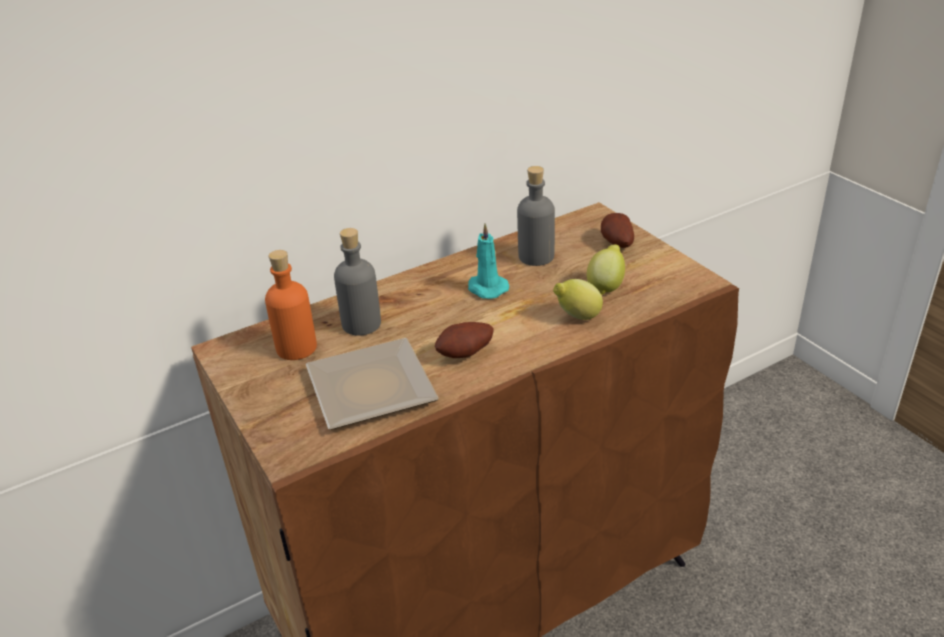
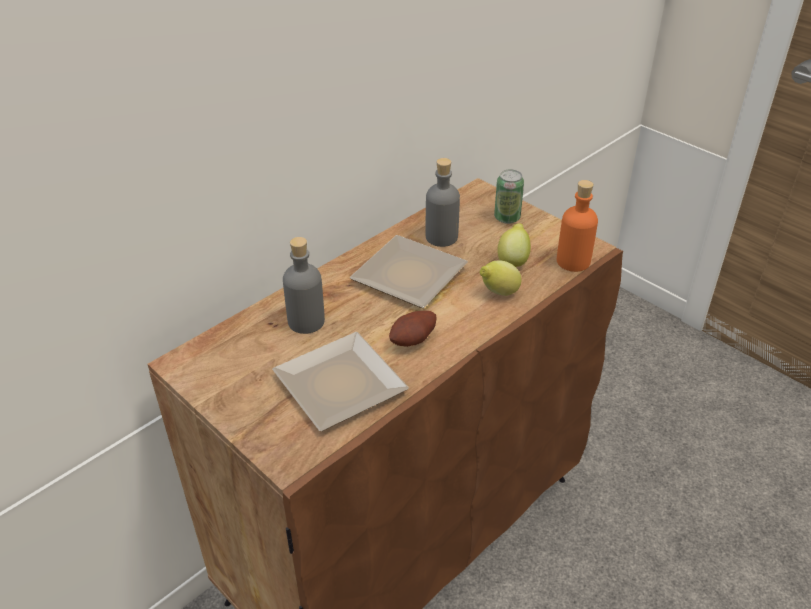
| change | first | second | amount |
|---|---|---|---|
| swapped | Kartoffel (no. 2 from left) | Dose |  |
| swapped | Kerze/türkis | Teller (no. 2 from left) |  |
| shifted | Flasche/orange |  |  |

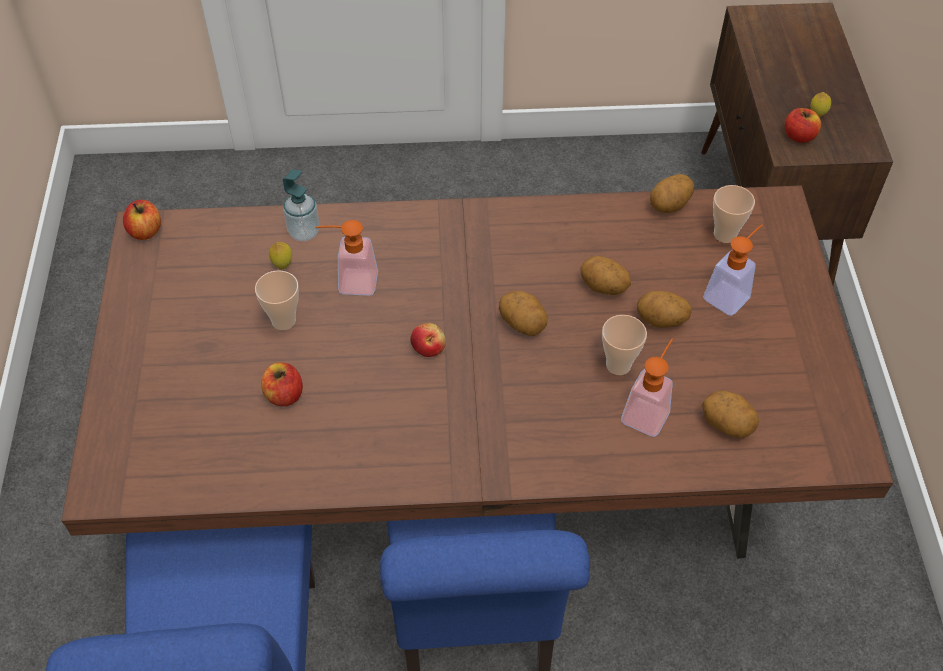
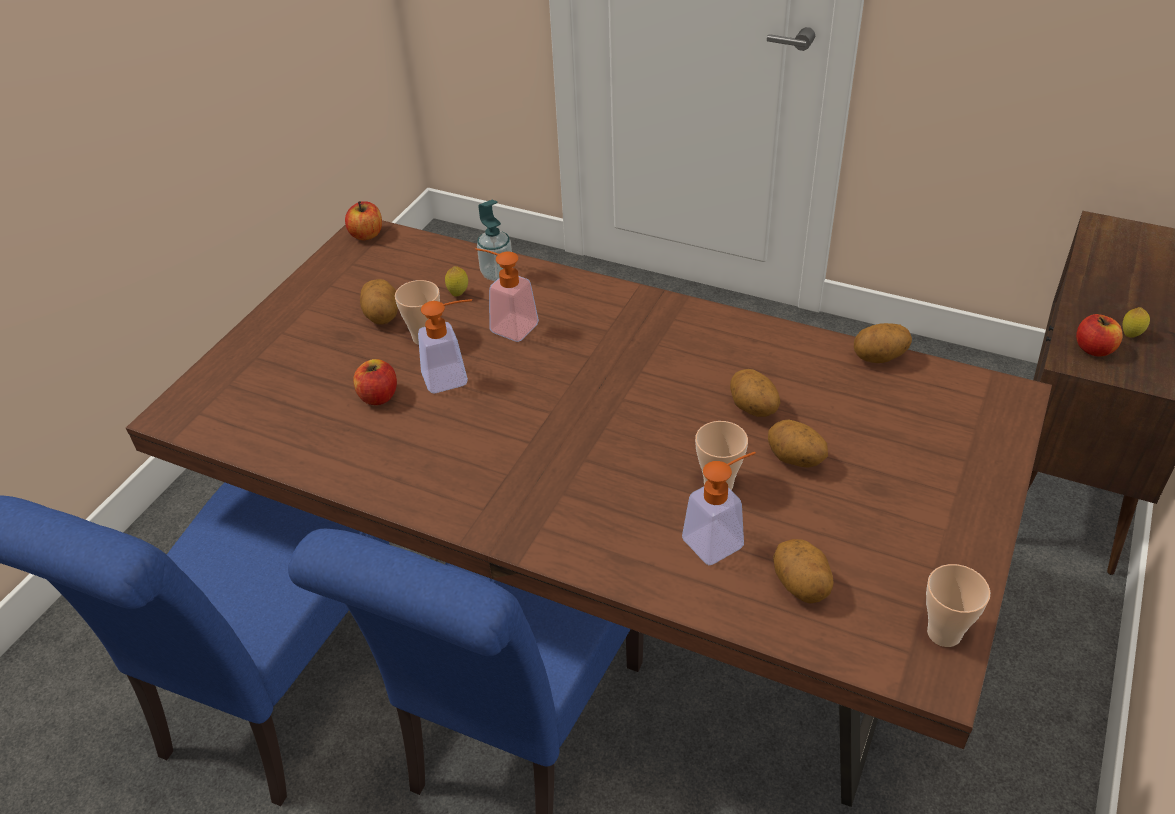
| change | first | second | amount |
|---|---|---|---|
| shifted | Tasse (no. 3 from left) |  |  |
| shifted | Seifenspender (no. 4 from left in the first image) | Seifenspender (no. 1 from left) |  |
| shifted | Kartoffel (no. 1 from left) |  |  |
| gone | Apfel (no. 3 from left) |  |  |

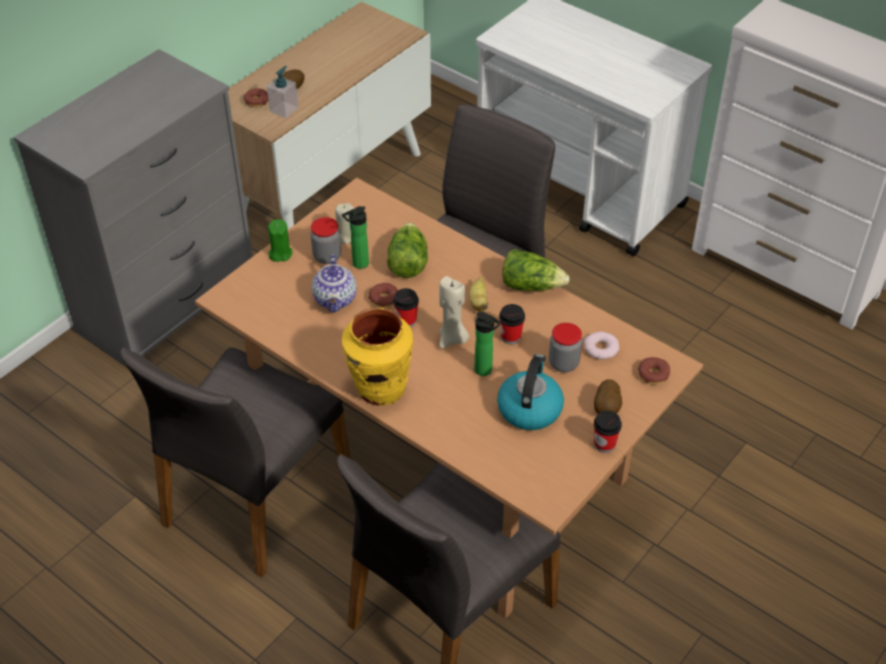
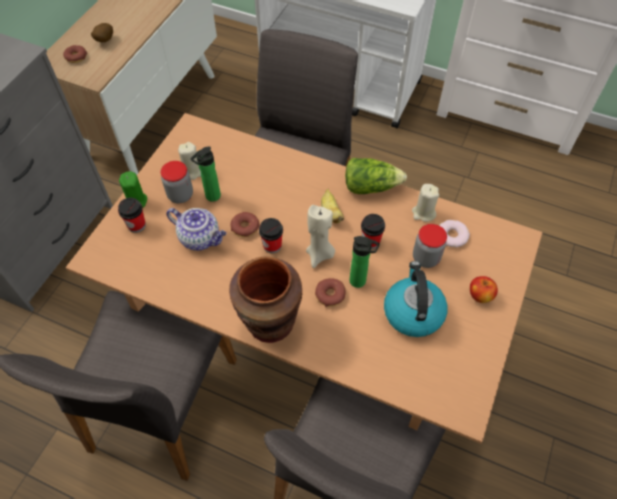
| change | first | second | amount |
|---|---|---|---|
| gone | Seifenspender |  |  |
| gone | Salatkopf (no. 1 from left) |  |  |
| rotated | Teekanne |  | 45 degrees counterclockwise |
| repainted | Vase/gelb | Vase/braun |  |
| shifted | Donut (no. 4 from left in the first image) | Donut (no. 3 from left) |  |
| swapped | Kartoffel (no. 2 from left) | Apfel |  |
| shifted | Tasse (no. 3 from left in the first image) | Tasse (no. 1 from left) |  |
| new |  | Kerze/beige (no. 3 from left) |  |

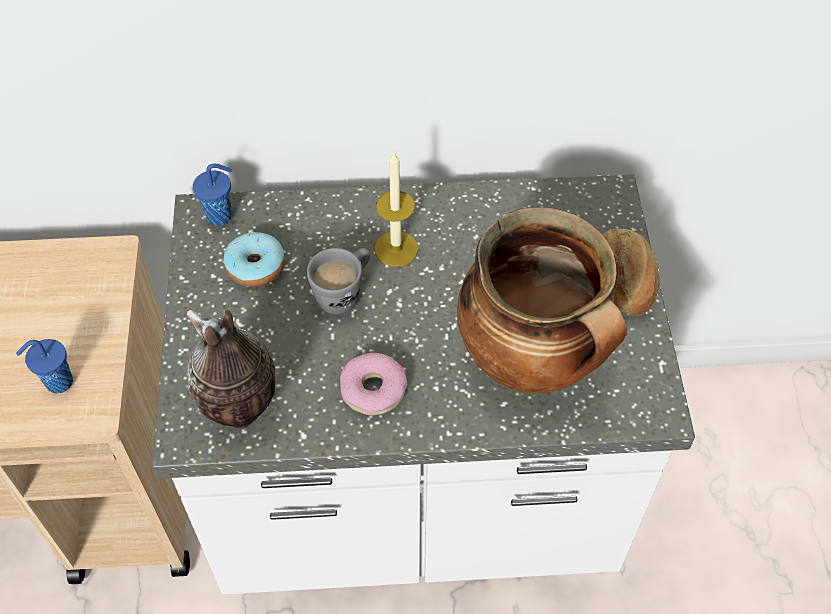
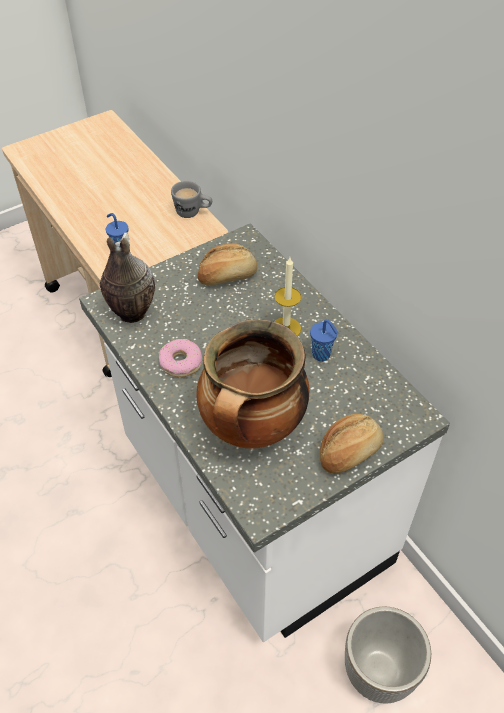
| change | first | second | amount |
|---|---|---|---|
| shifted | Tasse/blau (no. 2 from left) |  |  |
| swapped | Donut (no. 1 from left) | Brot (no. 1 from left) |  |
| shifted | Henkelbecher/grau |  |  |
| new |  | Pflanzkübel |  |

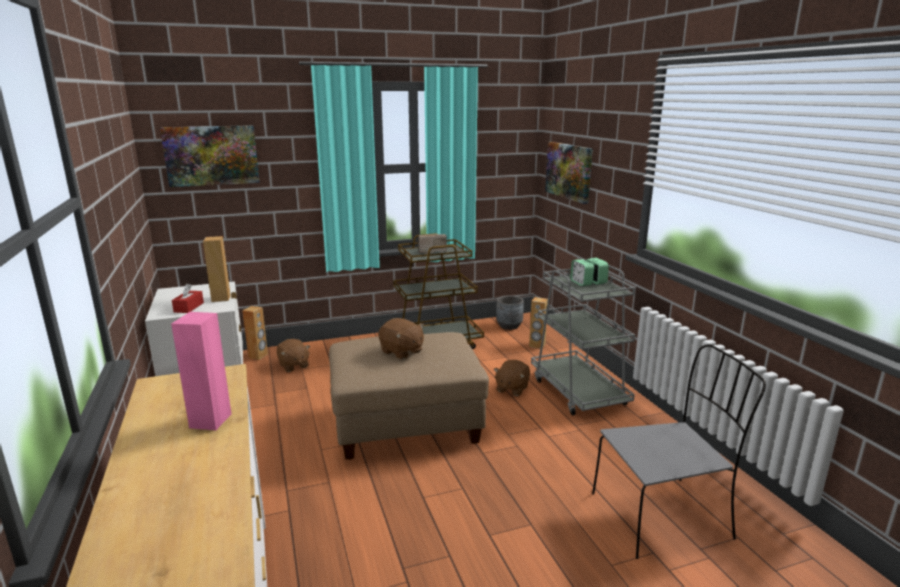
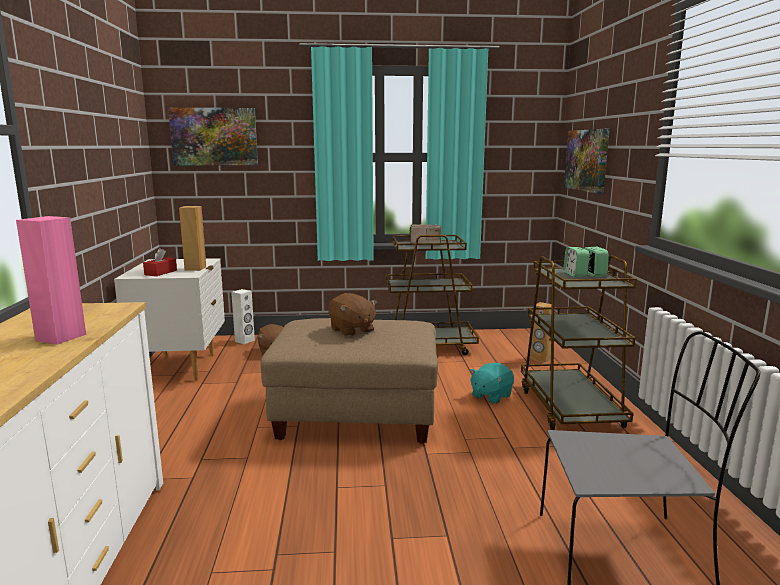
| change | first | second | amount |
|---|---|---|---|
| repainted | Rollwagen/grau | Rollwagen/braun (no. 2 from left) |  |
| gone | Pflanzkübel/grau |  |  |
| repainted | Lautsprecher/braun (no. 2 from left) | Lautsprecher/weiß |  |
| repainted | Plüschtier/braun (no. 3 from left) | Plüschtier/türkis |  |

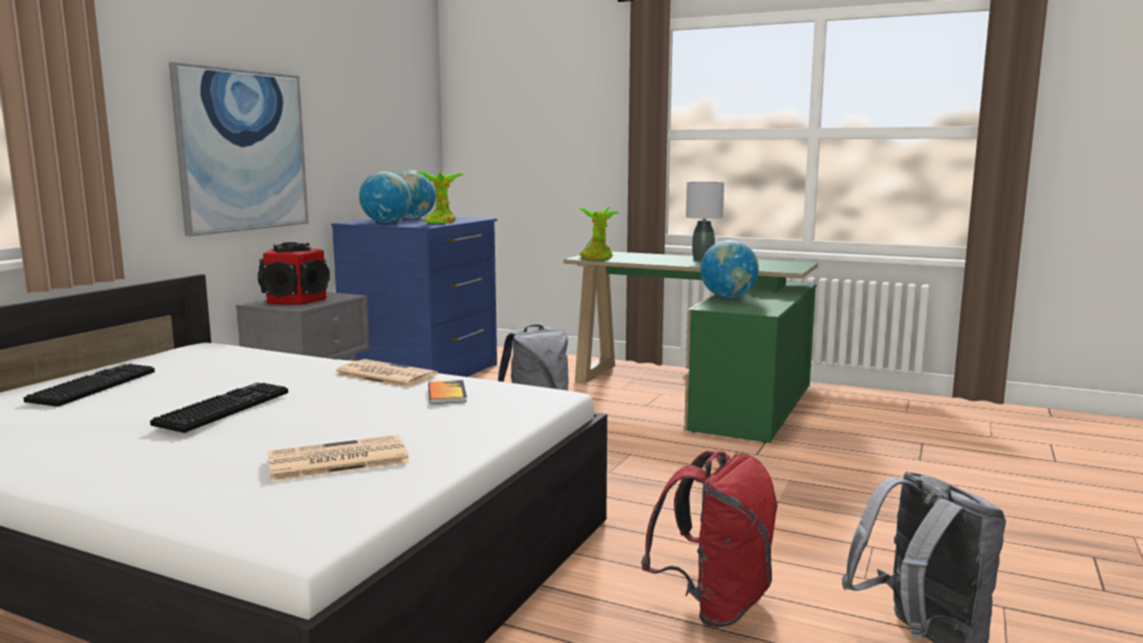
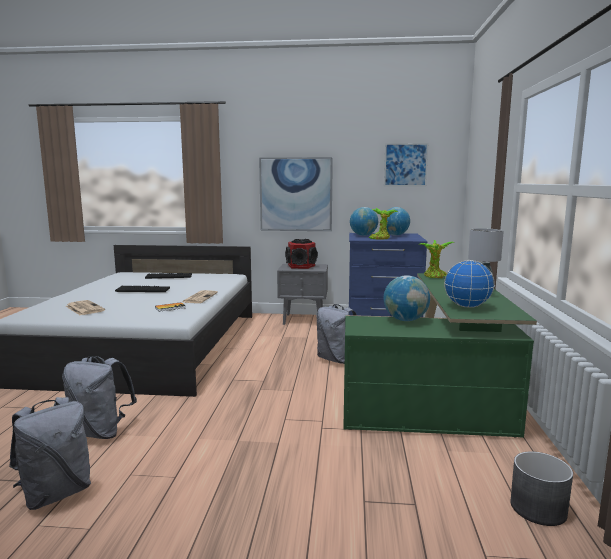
| change | first | second | amount |
|---|---|---|---|
| repainted | Rucksack/rot | Rucksack/grau (no. 2 from left) |  |
| new |  | Bild (no. 2 from left) |  |
| new |  | Globus (no. 4 from left) |  |
| new |  | Pflanzkübel/grau |  |

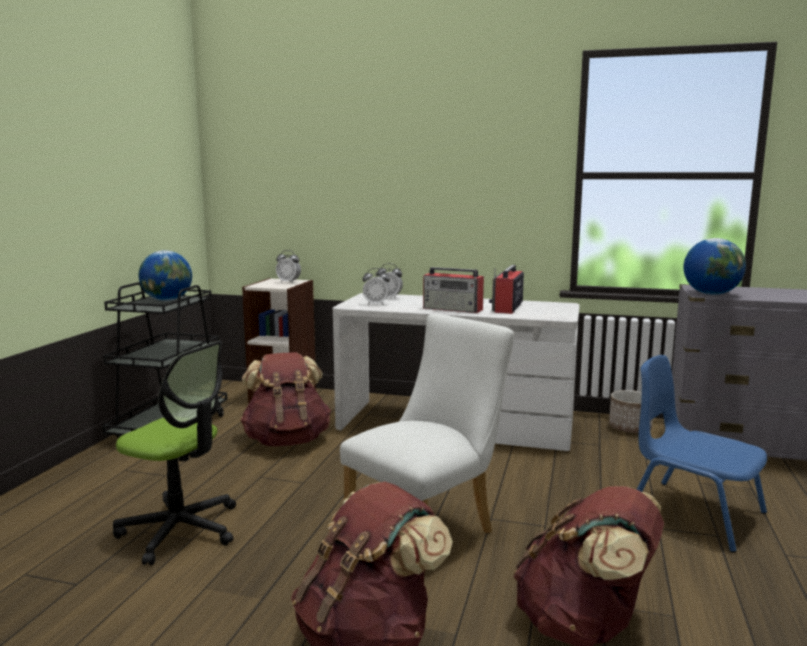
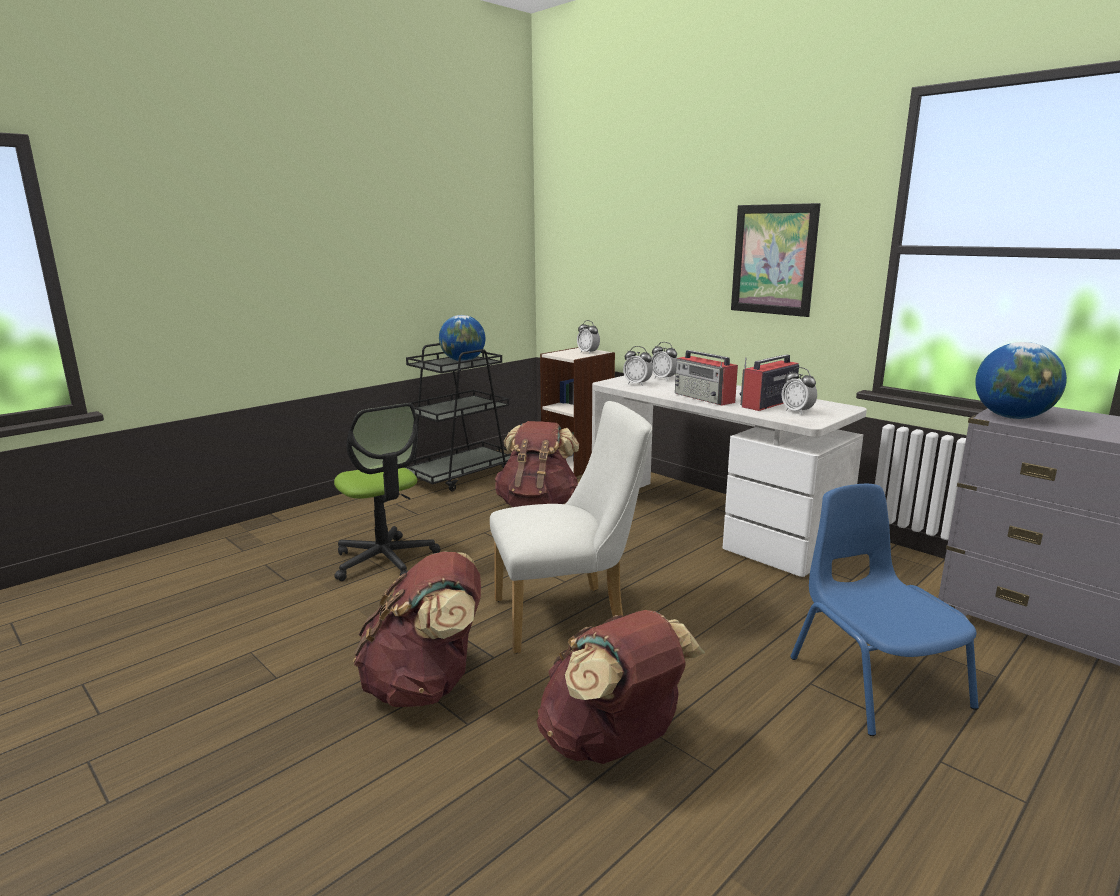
| change | first | second | amount |
|---|---|---|---|
| gone | Pflanzkübel |  |  |
| new |  | Bild |  |
| new |  | Wecker (no. 4 from left) |  |

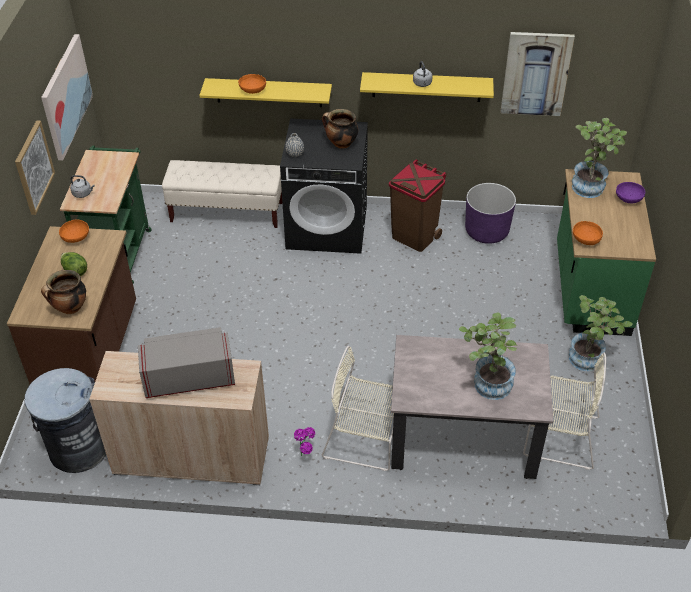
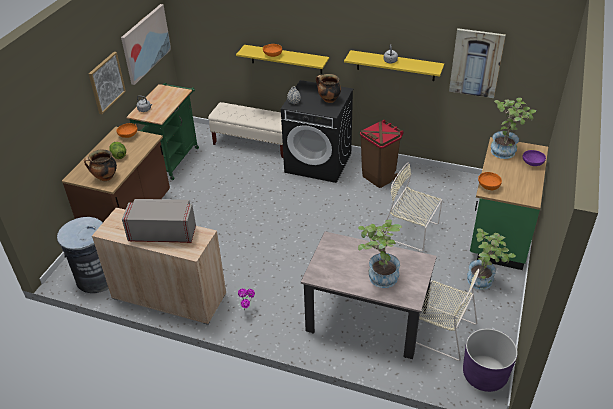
| change | first | second | amount |
|---|---|---|---|
| shifted | Pflanzkübel/lila |  |  |
| shifted | Stuhl/beige (no. 1 from left) |  |  |

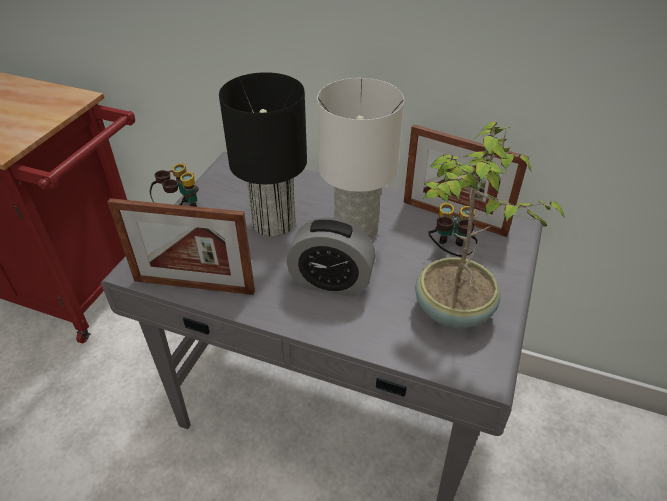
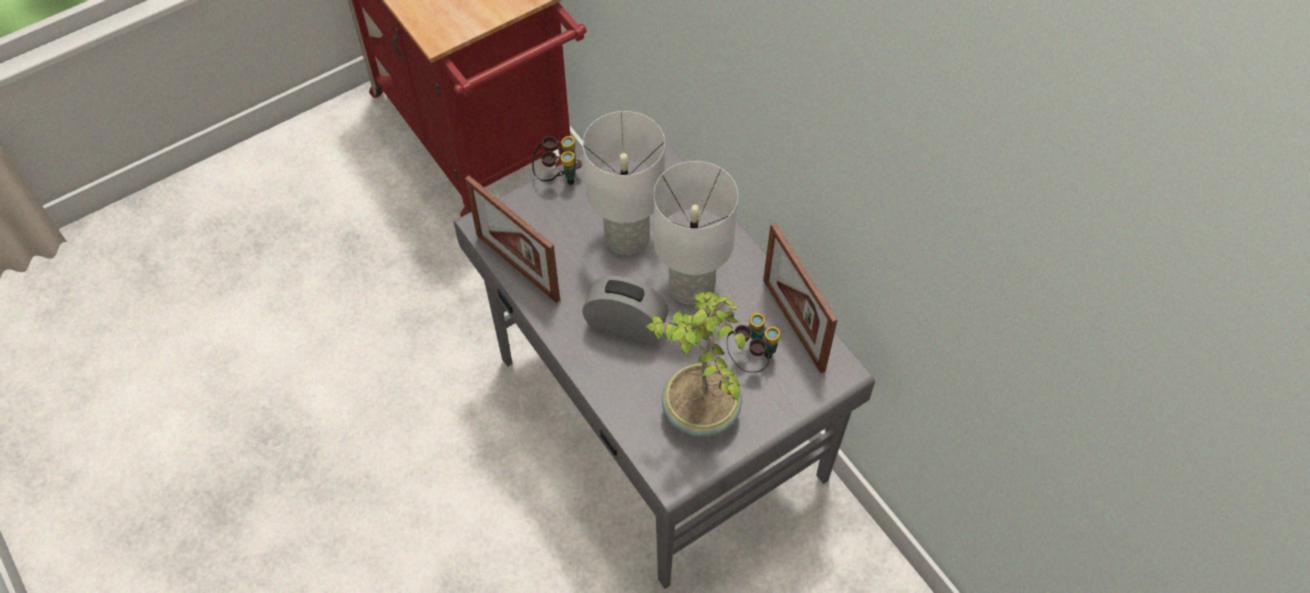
| change | first | second | amount |
|---|---|---|---|
| repainted | Tischlampe/schwarz | Tischlampe/weiß (no. 1 from left) |  |
| rotated | Wecker |  | 150 degrees clockwise |

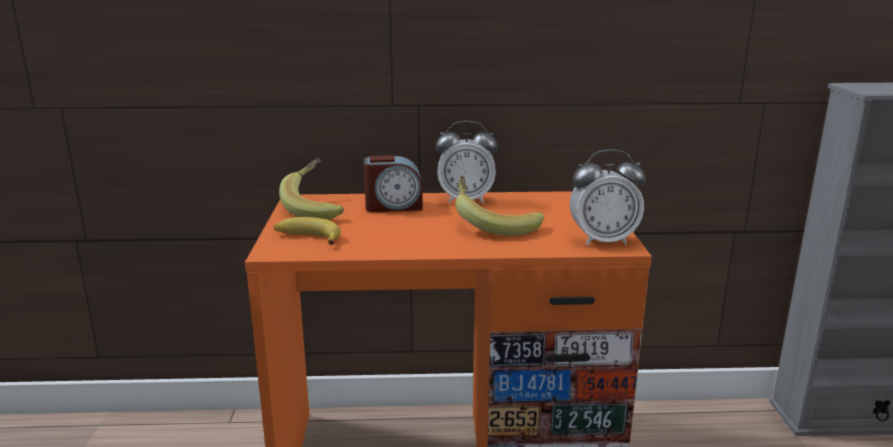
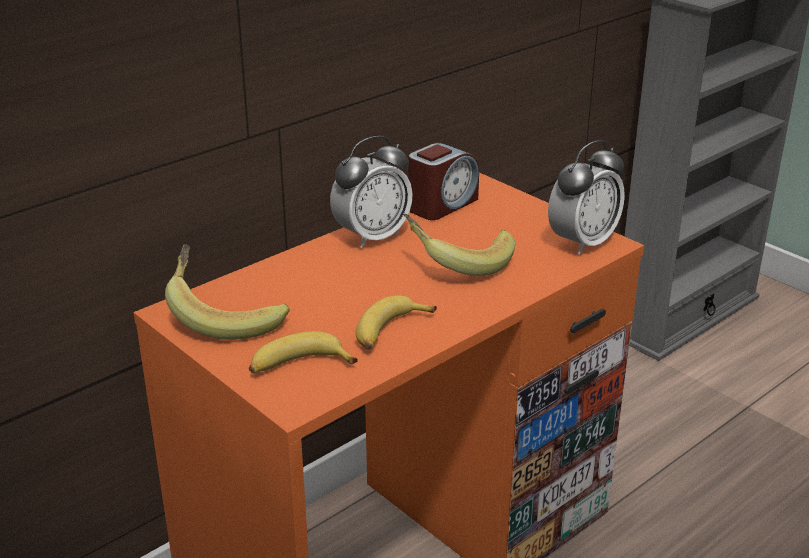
| change | first | second | amount |
|---|---|---|---|
| shifted | Wecker (no. 1 from left in the first image) | Wecker (no. 2 from left) |  |
| new |  | Banane (no. 3 from left) |  |

